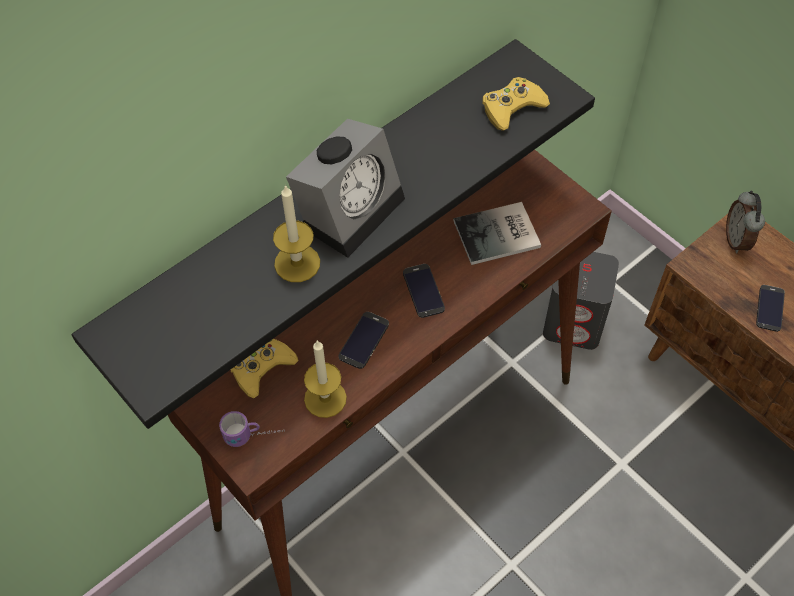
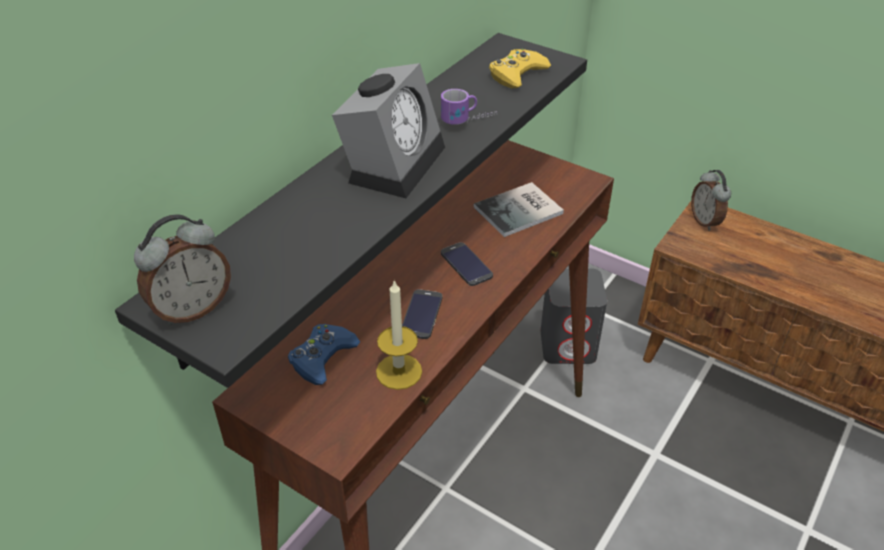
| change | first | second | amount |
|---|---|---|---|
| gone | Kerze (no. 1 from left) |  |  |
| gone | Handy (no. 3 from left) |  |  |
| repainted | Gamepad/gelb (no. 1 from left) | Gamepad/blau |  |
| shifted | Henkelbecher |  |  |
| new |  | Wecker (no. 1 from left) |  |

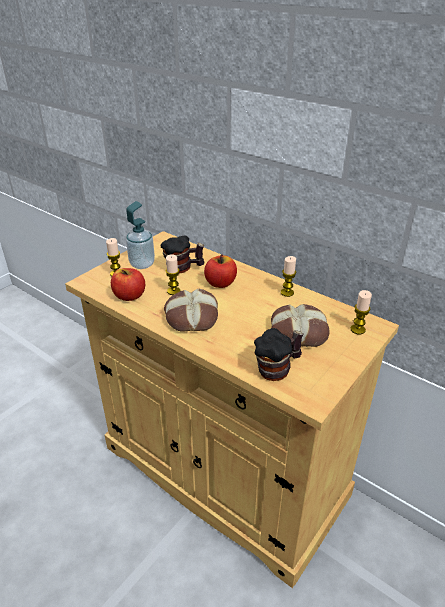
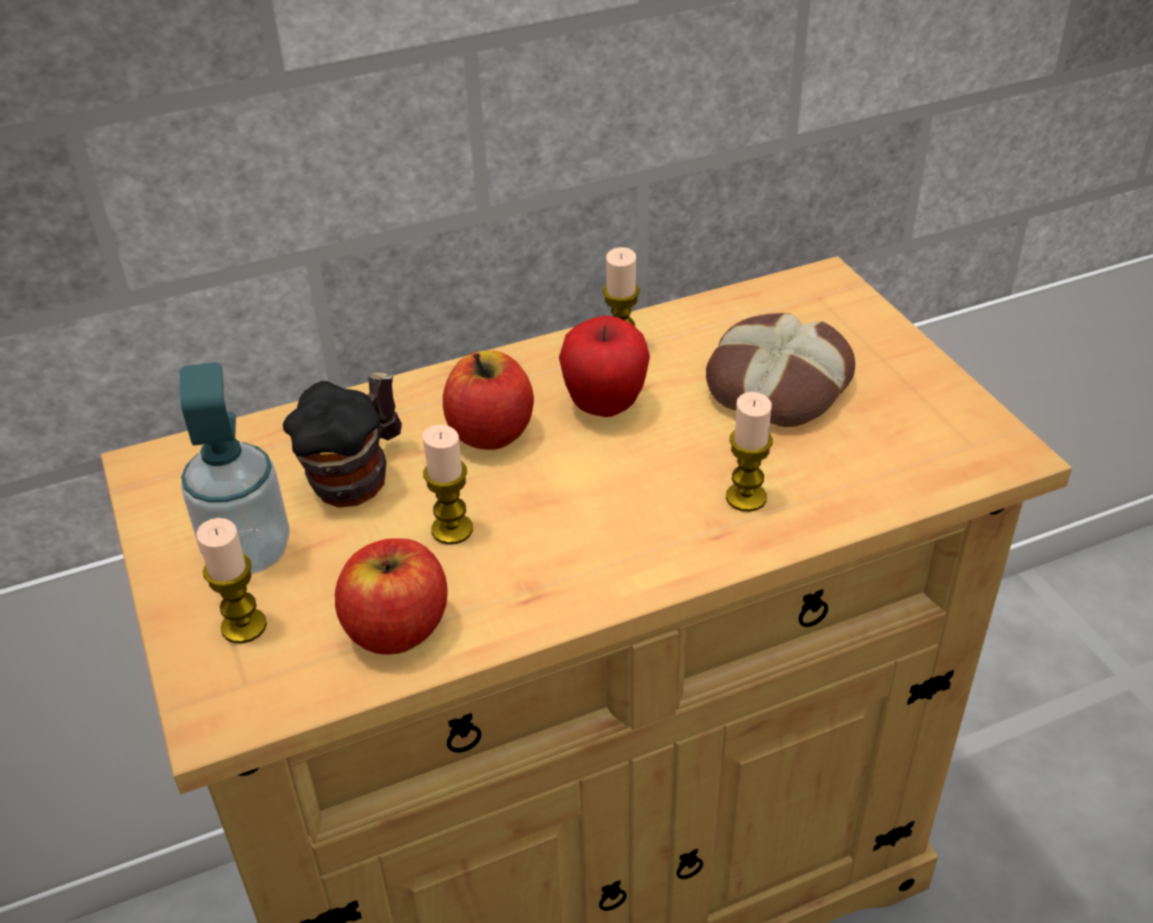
| change | first | second | amount |
|---|---|---|---|
| gone | Brot (no. 1 from left) |  |  |
| shifted | Kerze (no. 4 from left) |  |  |
| gone | Henkelbecher (no. 2 from left) |  |  |
| new |  | Apfel (no. 3 from left) |  |

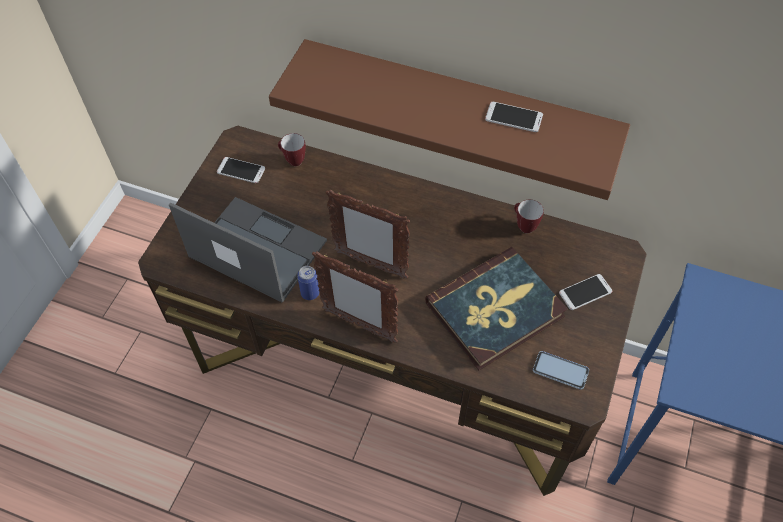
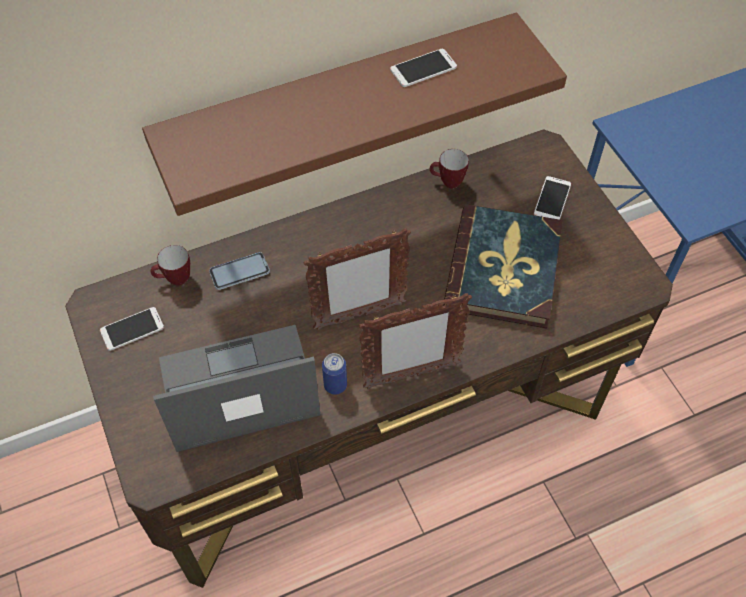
| change | first | second | amount |
|---|---|---|---|
| shifted | Handy (no. 3 from left in the first image) | Handy (no. 2 from left) |  |

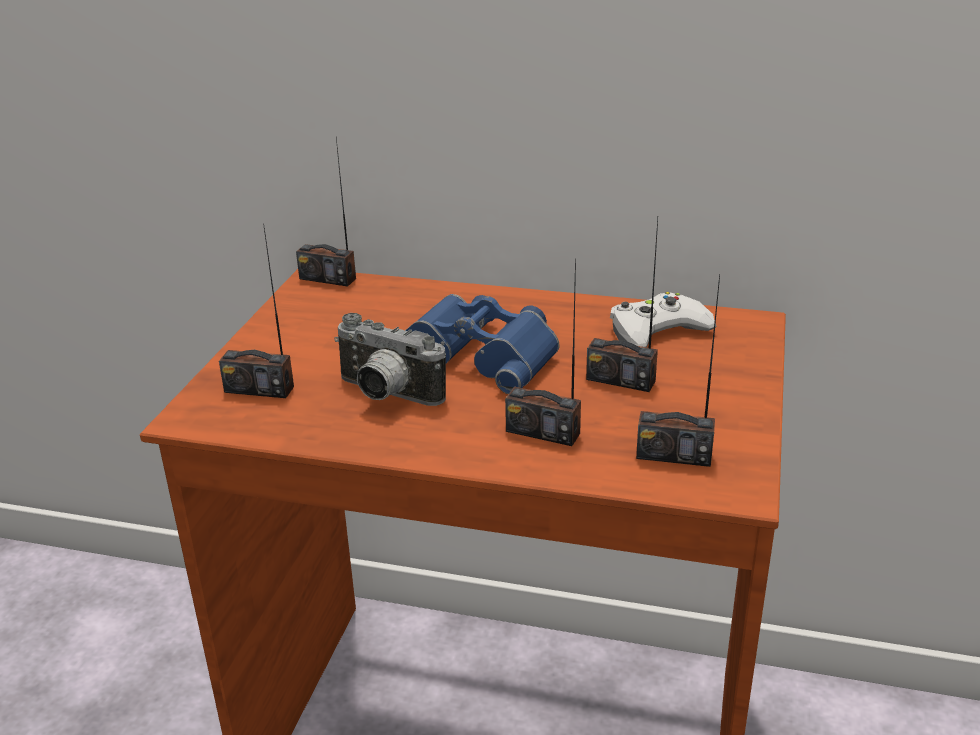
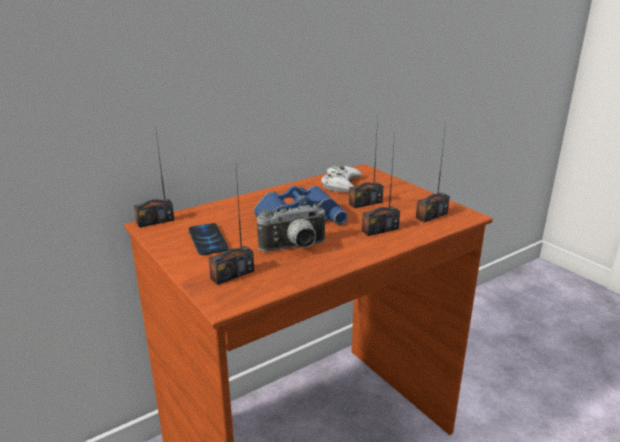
| change | first | second | amount |
|---|---|---|---|
| new |  | Handy |  |

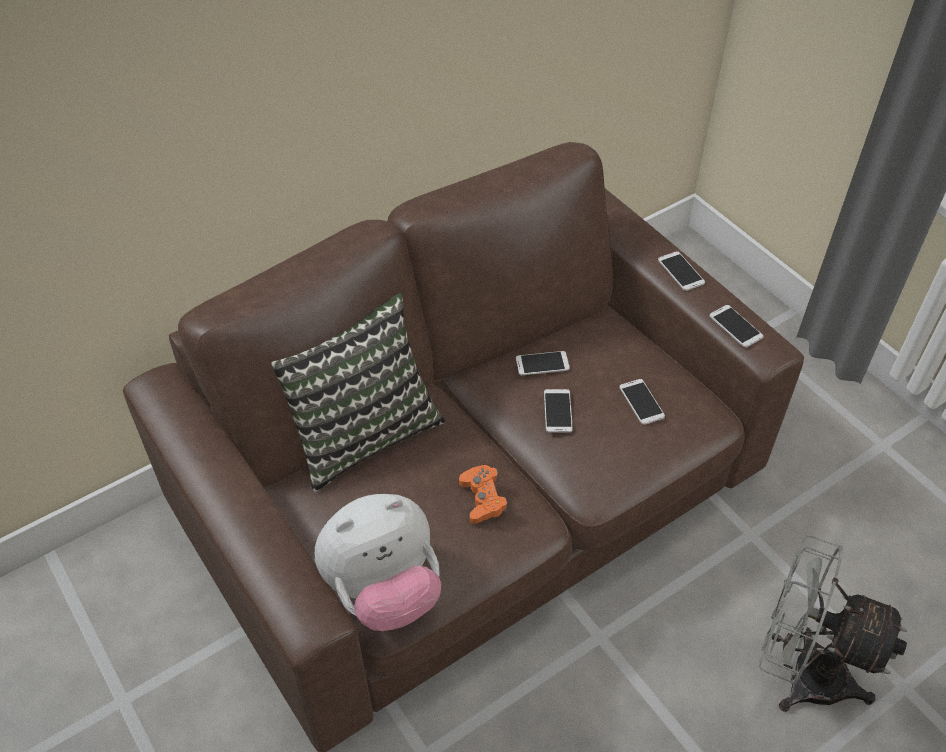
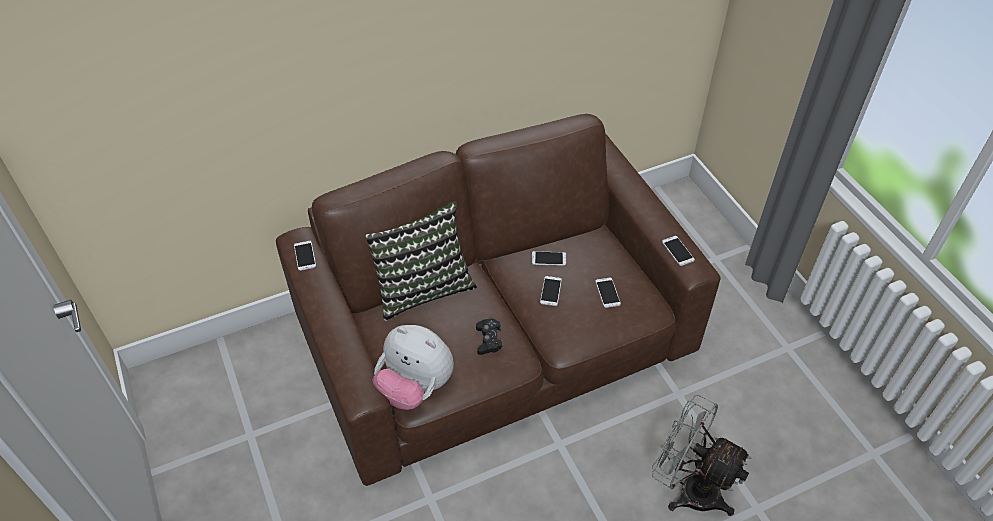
| change | first | second | amount |
|---|---|---|---|
| shifted | Handy (no. 4 from left in the first image) | Handy (no. 1 from left) |  |
| repainted | Gamepad/orange | Gamepad/schwarz |  |
| rotated | Plüschtier |  | 45 degrees clockwise |

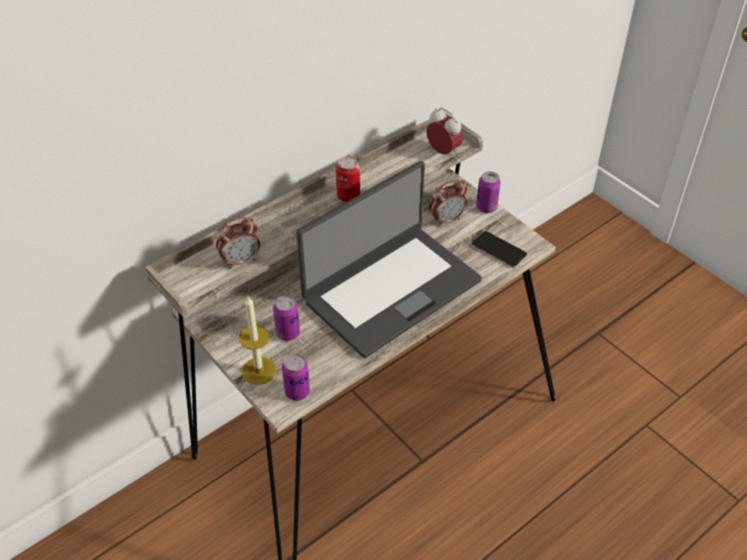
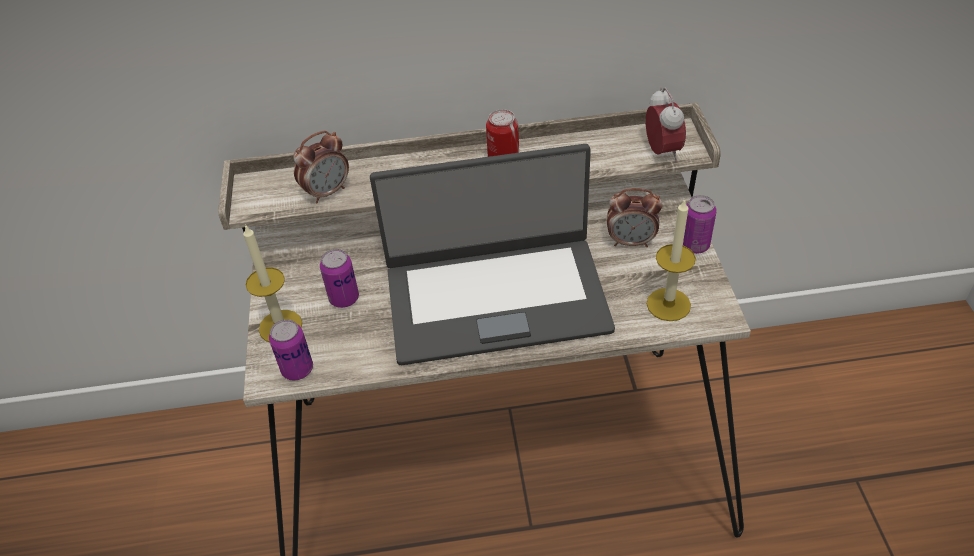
| change | first | second | amount |
|---|---|---|---|
| rotated | Wecker (no. 1 from left) |  | 45 degrees counterclockwise |
| swapped | Handy | Kerze (no. 2 from left) |  |

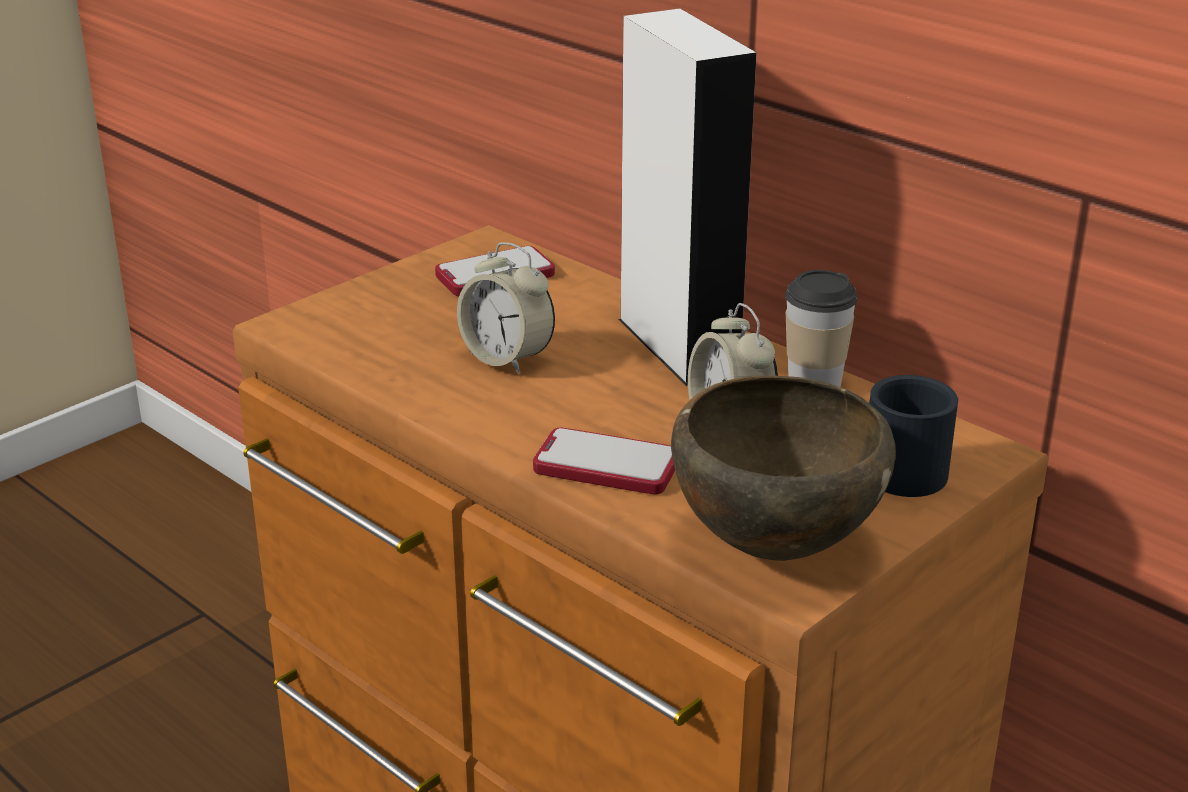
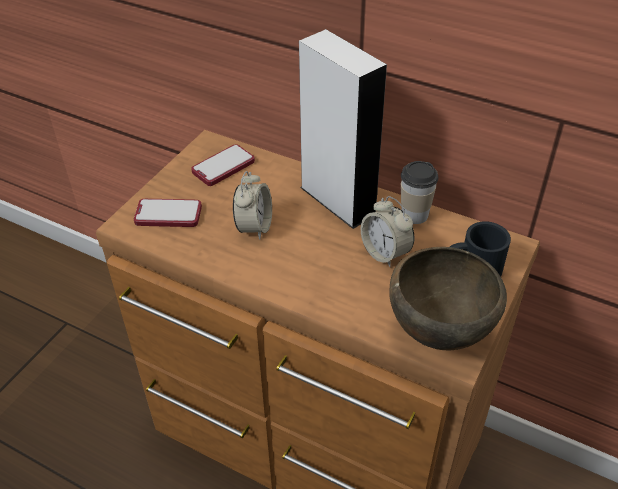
| change | first | second | amount |
|---|---|---|---|
| rotated | Wecker (no. 1 from left) |  | 105 degrees counterclockwise |
| shifted | Handy (no. 2 from left in the first image) | Handy (no. 1 from left) |  |

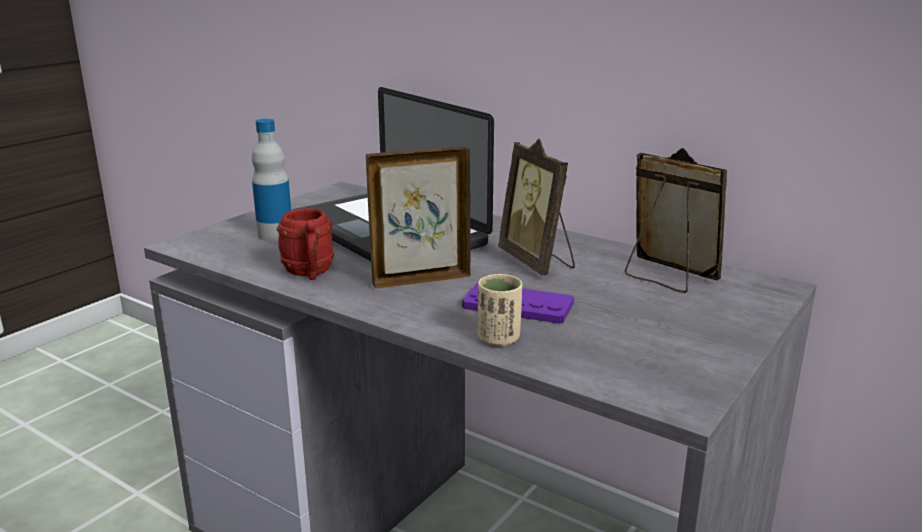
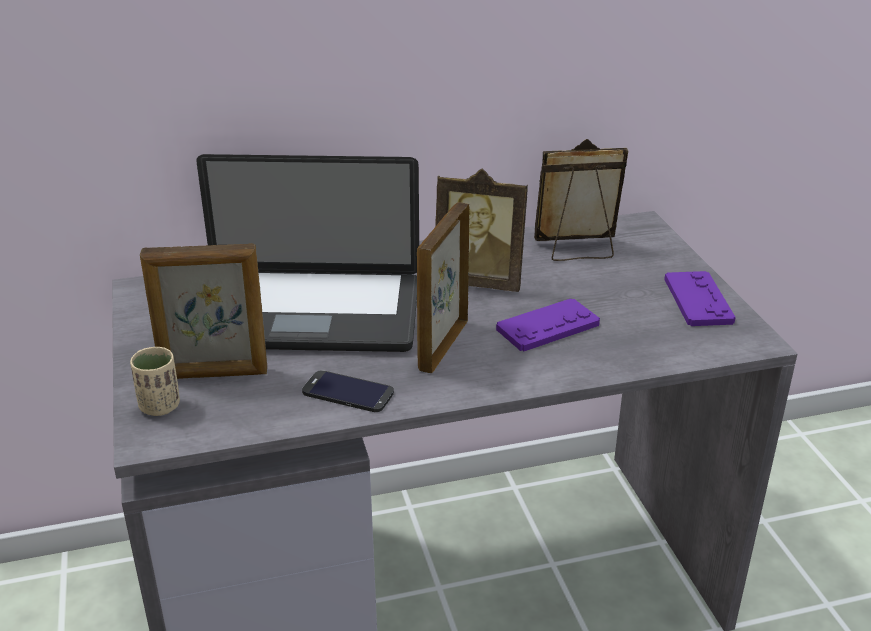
| change | first | second | amount |
|---|---|---|---|
| swapped | Flasche | Bilderrahmen (no. 1 from left) |  |
| swapped | Henkelbecher/rot | Handy |  |
| shifted | Tasse/beige |  |  |
| new |  | Gamepad/lila (no. 2 from left) |  |

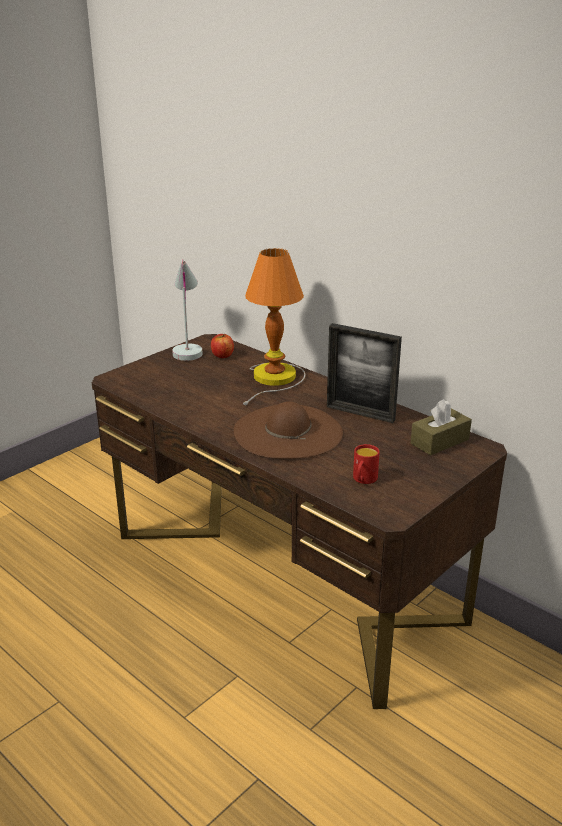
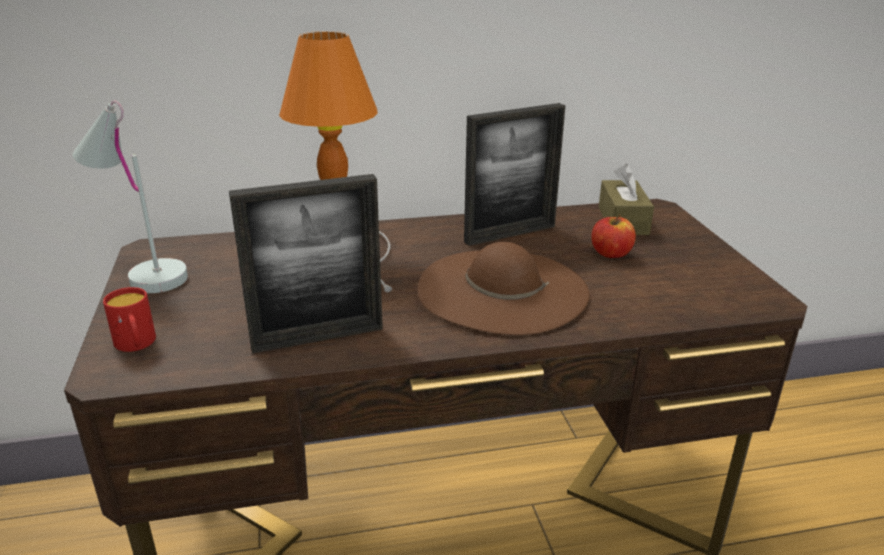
| change | first | second | amount |
|---|---|---|---|
| shifted | Apfel |  |  |
| shifted | Henkelbecher/rot |  |  |
| new |  | Bilderrahmen (no. 1 from left) |  |

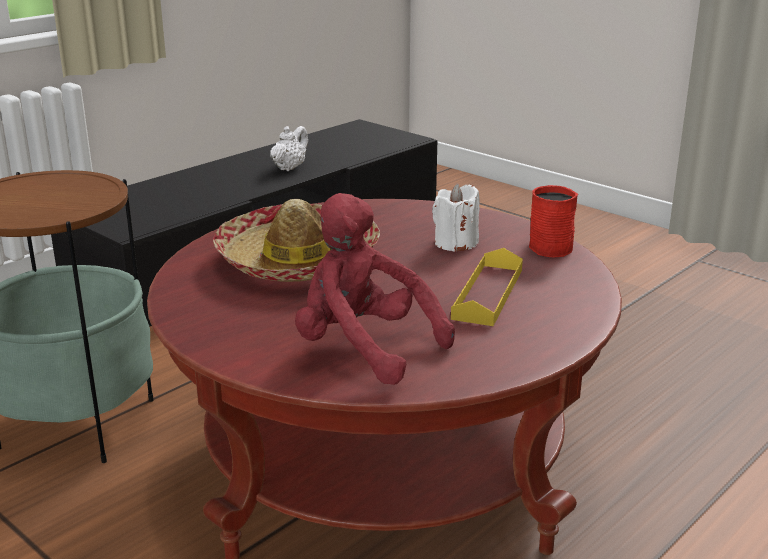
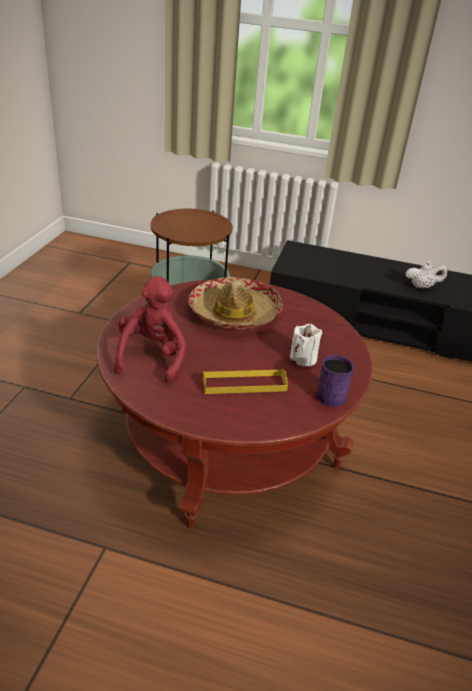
| change | first | second | amount |
|---|---|---|---|
| repainted | Henkelbecher/rot | Henkelbecher/lila |  |

